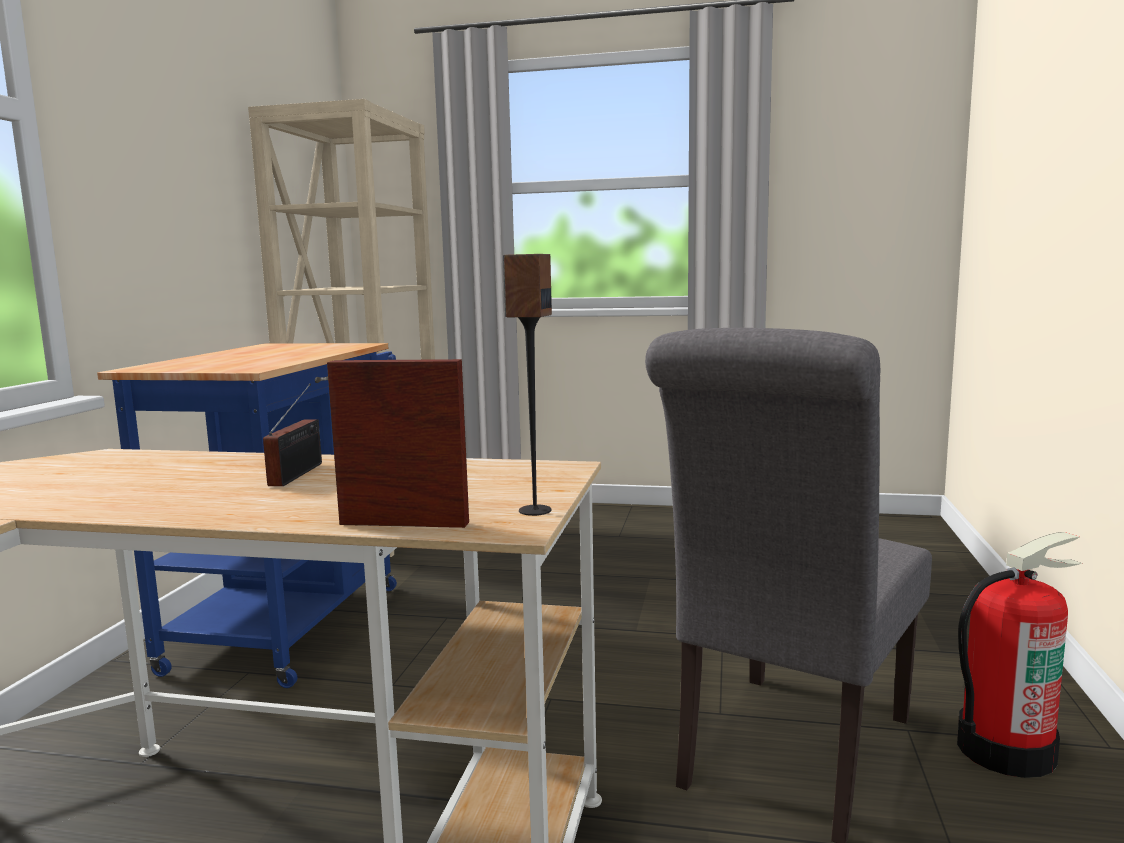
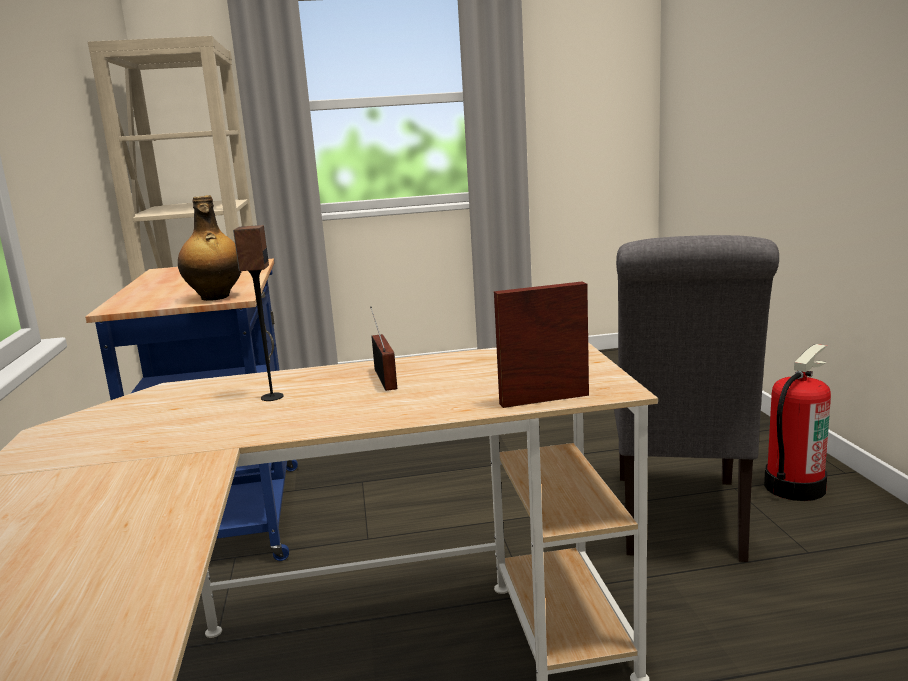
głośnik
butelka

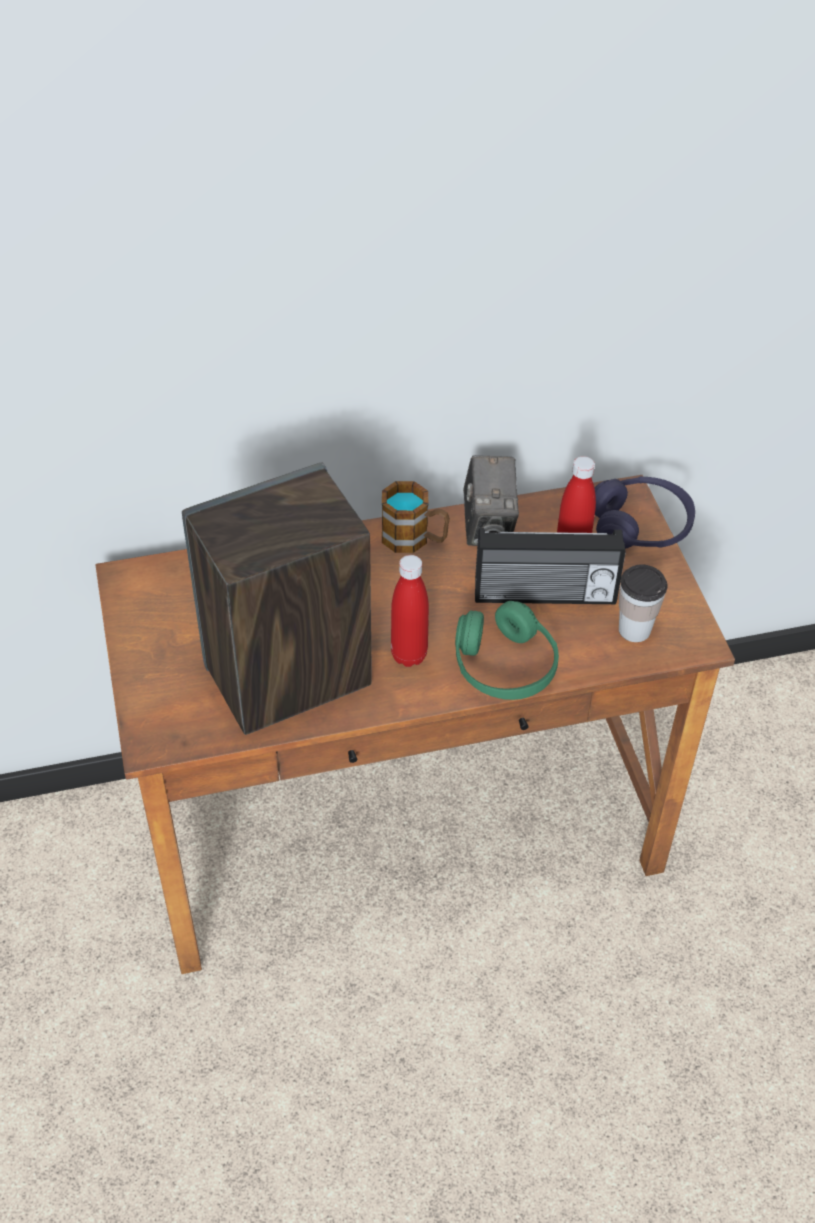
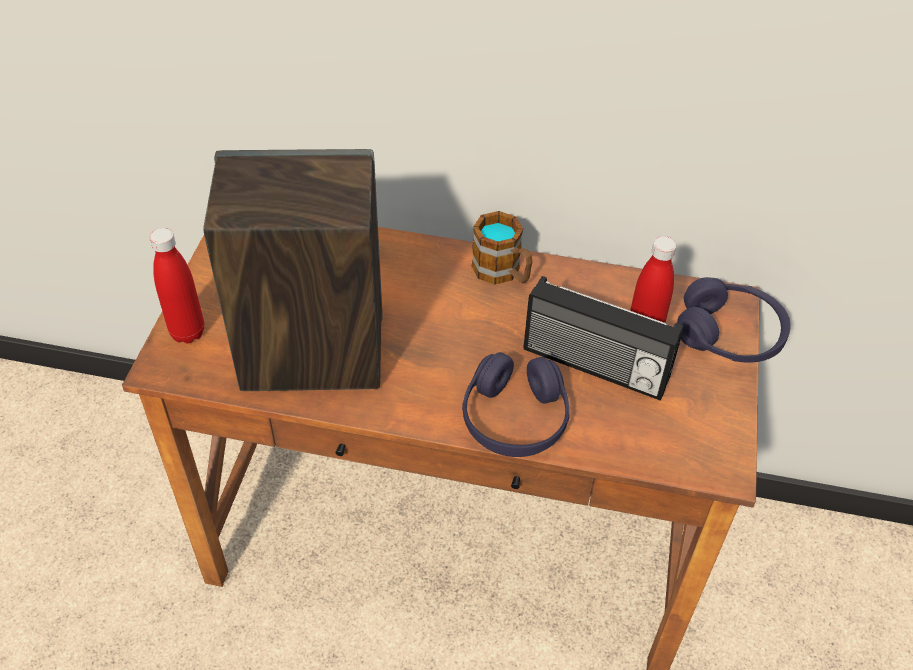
butelka/czerwony (no. 1 from left)
słuchawki/fioletowy (no. 1 from left)
aparat fotograficzny
filiżanka

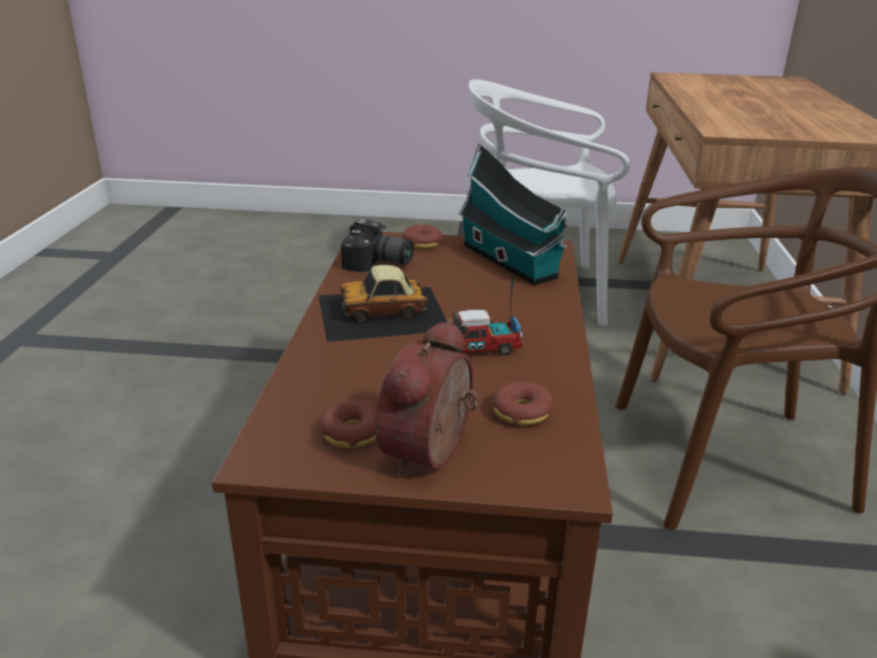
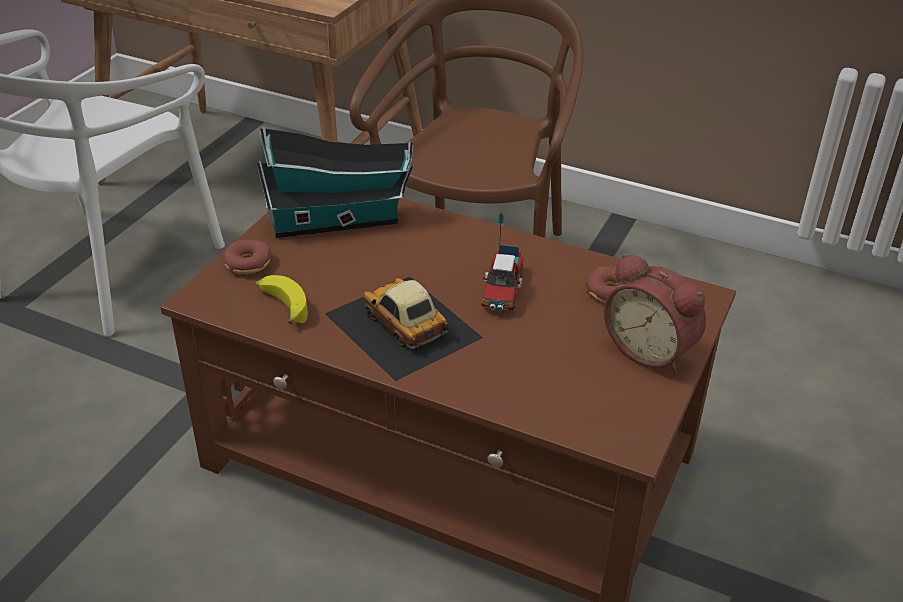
samochodzik
donut (no. 1 from left in the first image)
banan

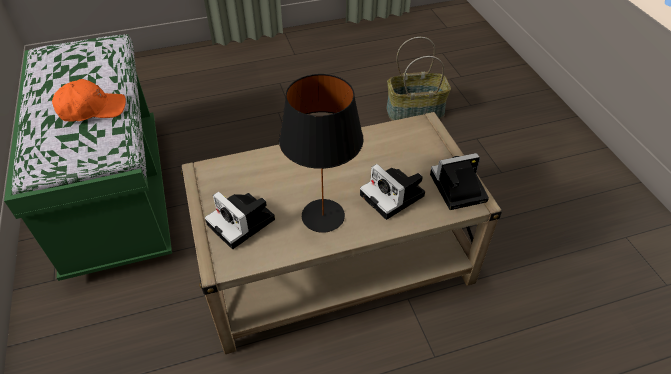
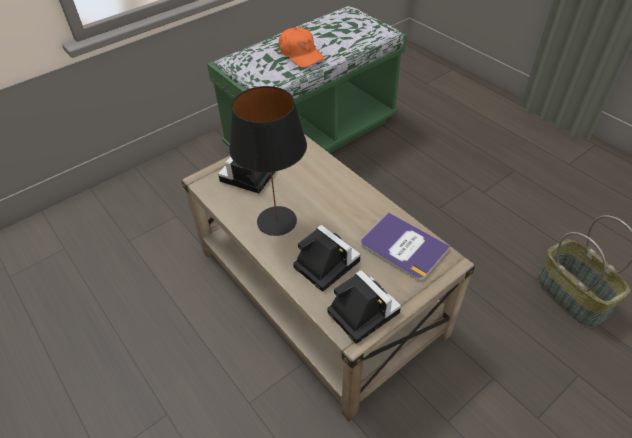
aparat fotograficzny (no. 2 from left)
książka

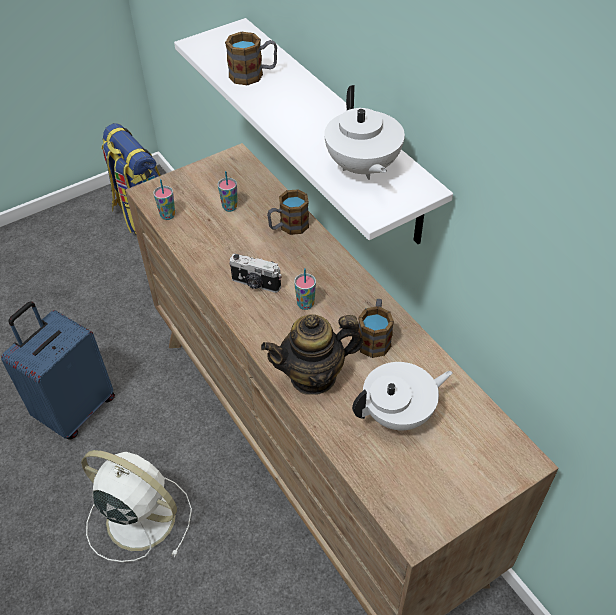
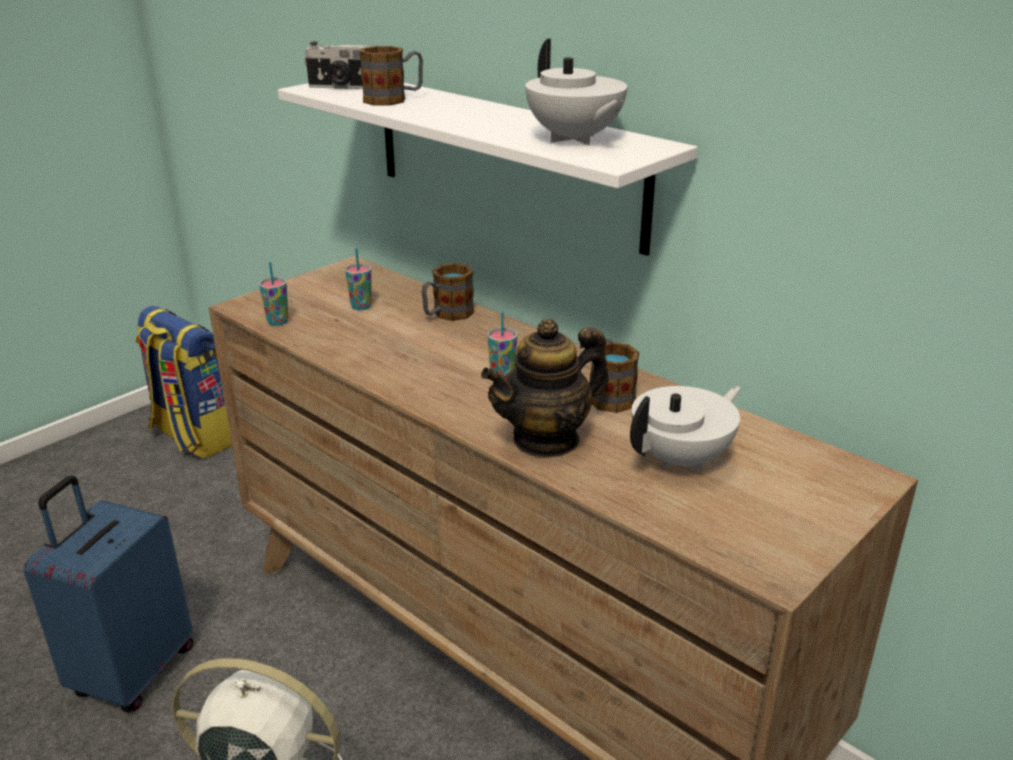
aparat fotograficzny

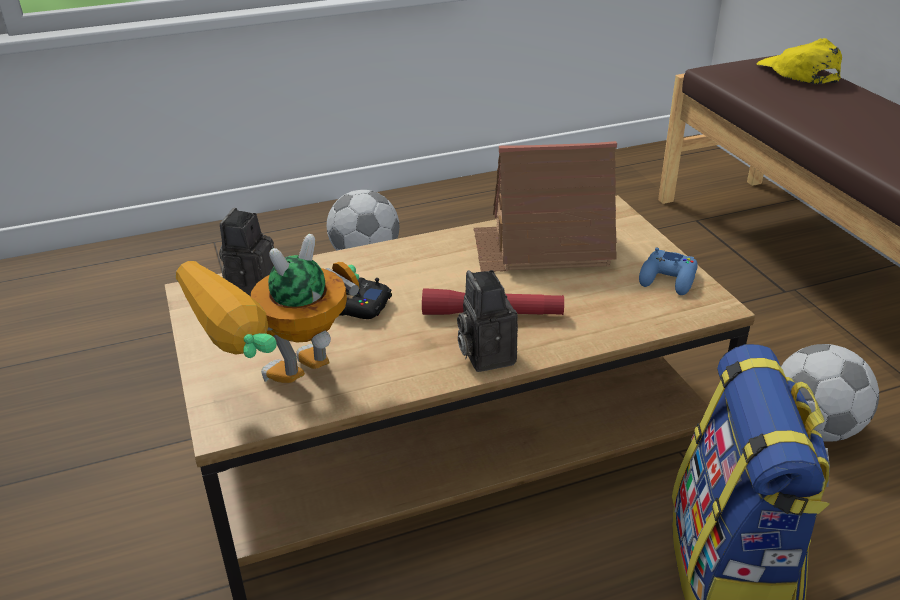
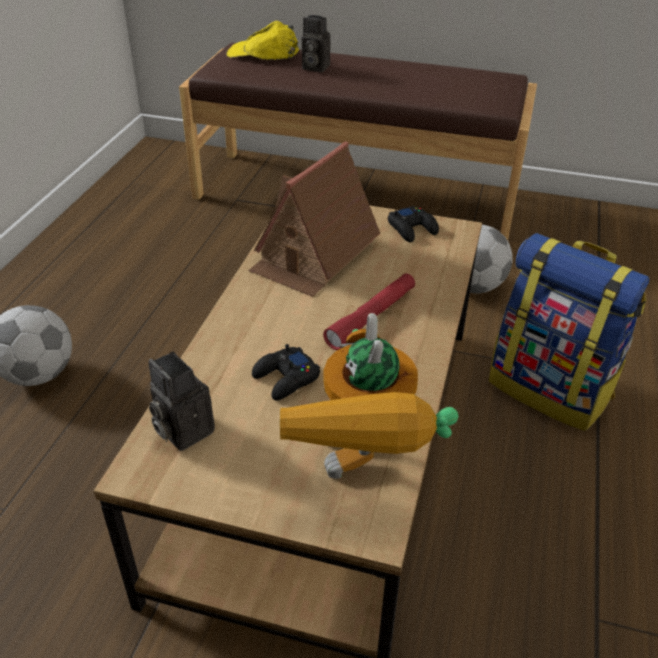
aparat fotograficzny (no. 2 from left)
pad do gier/czarny (no. 2 from left)

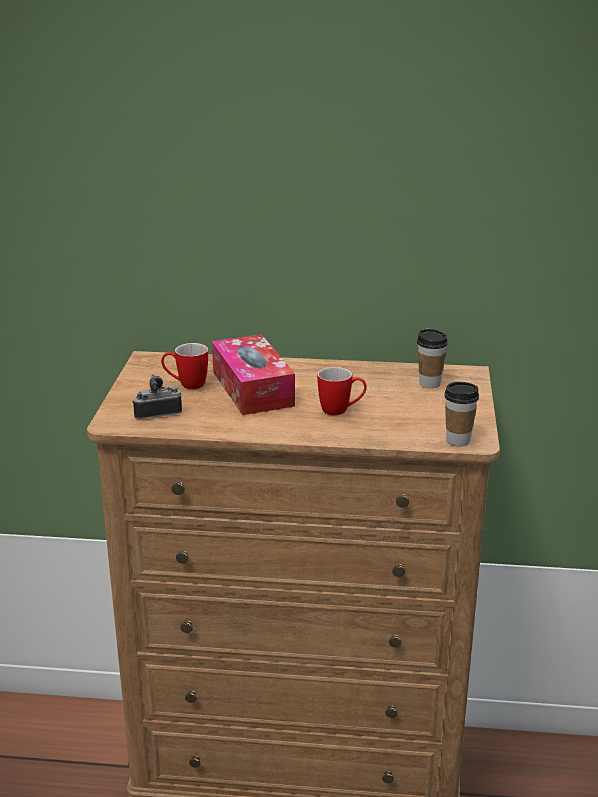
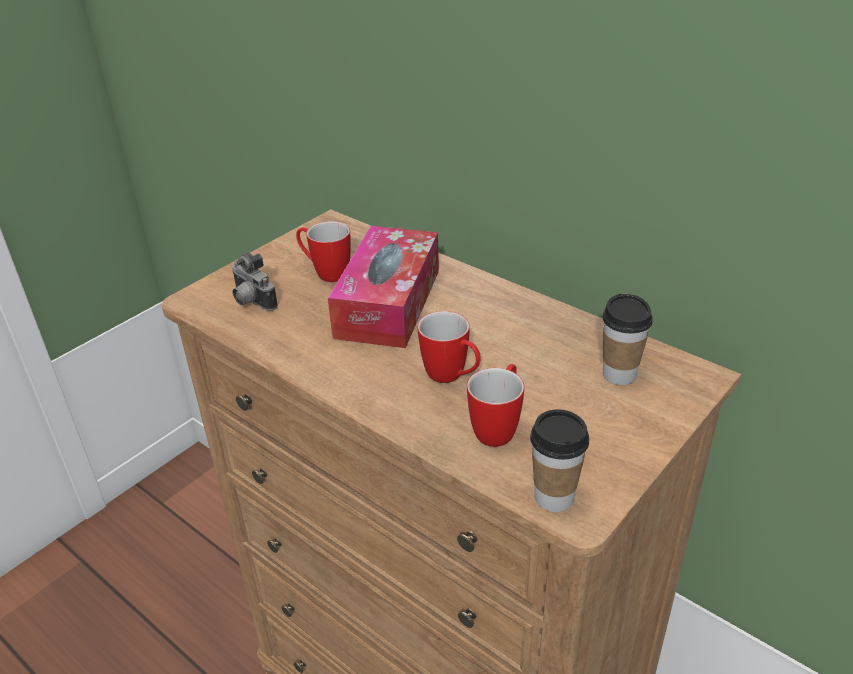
aparat fotograficzny
kubek (no. 3 from left)

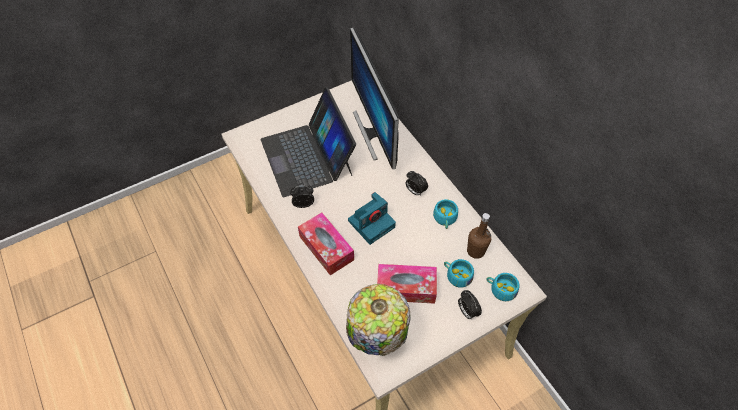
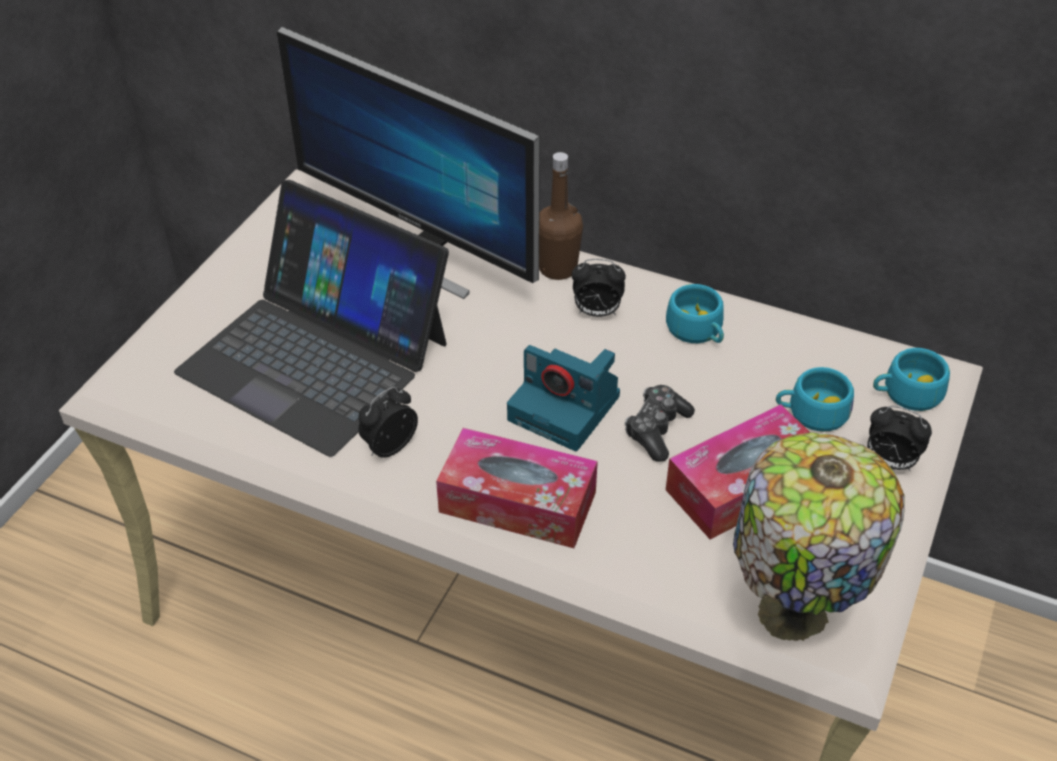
aparat fotograficzny
butelka/brązowy
pad do gier

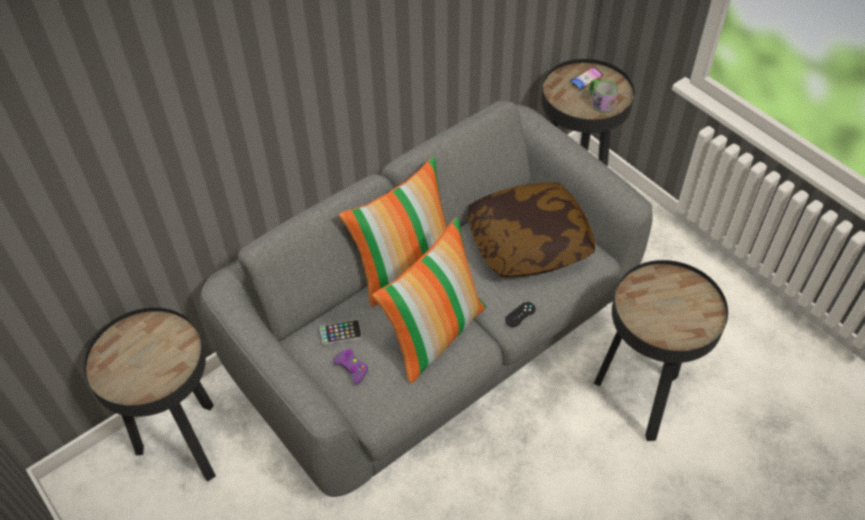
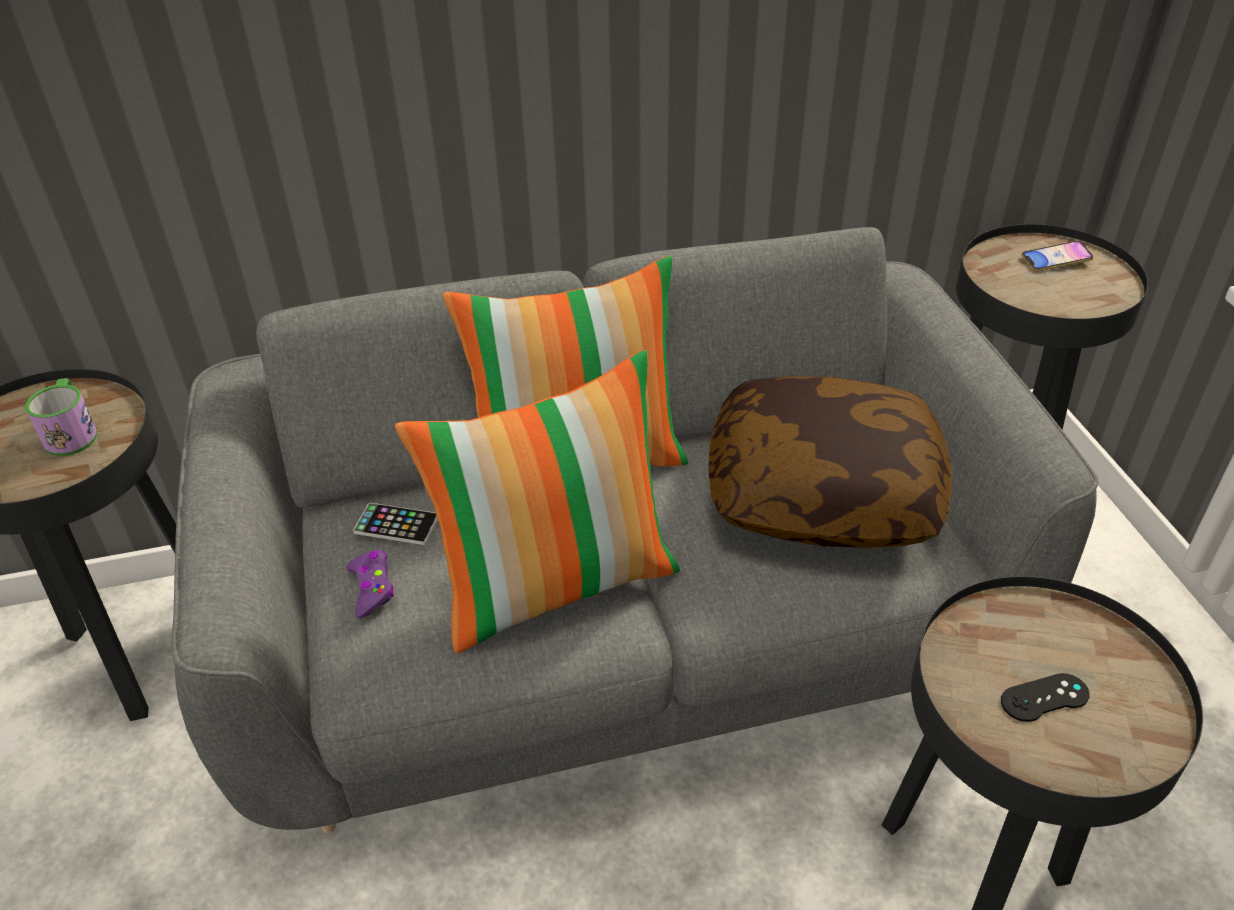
pad do gier/czarny
kubek

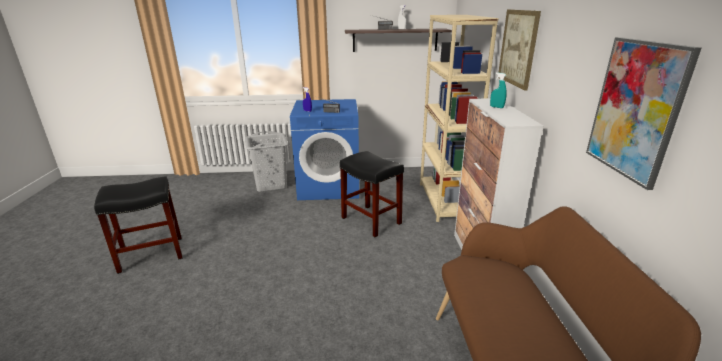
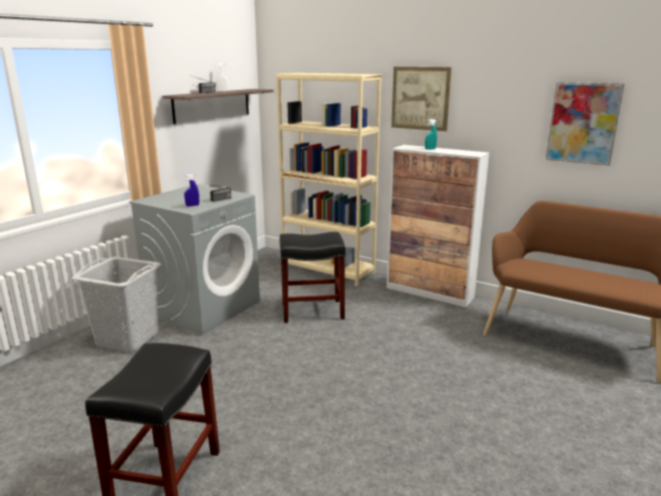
pralka/szary

